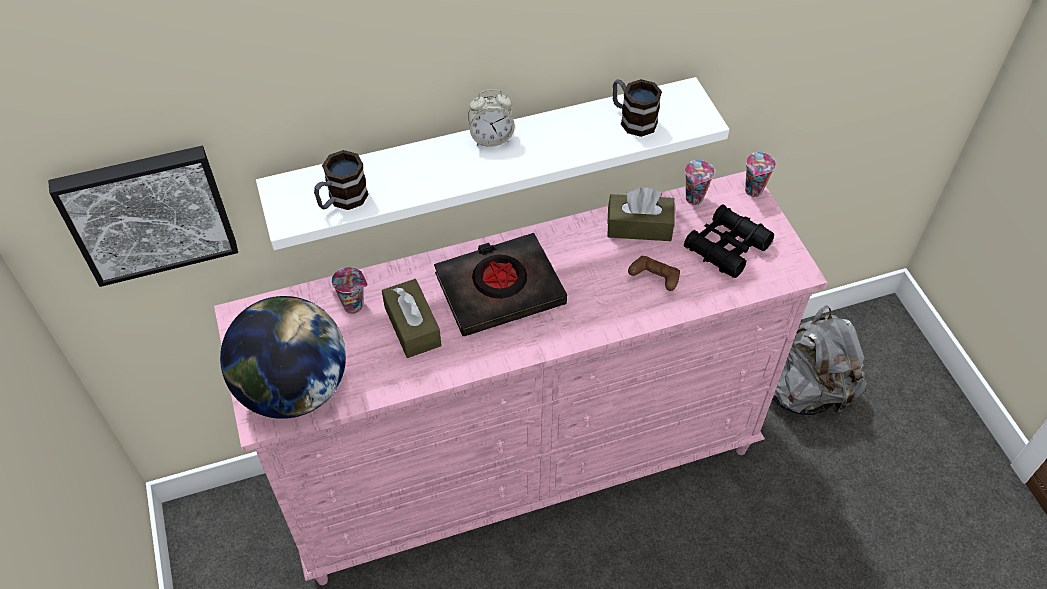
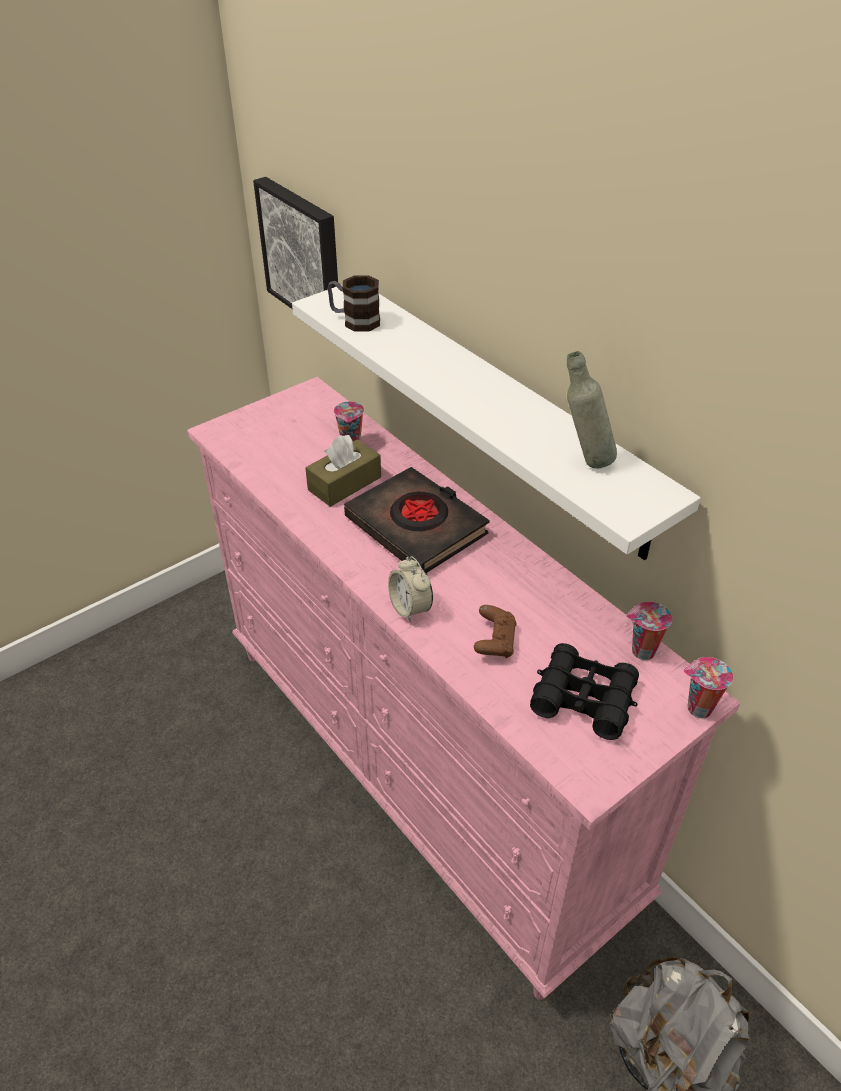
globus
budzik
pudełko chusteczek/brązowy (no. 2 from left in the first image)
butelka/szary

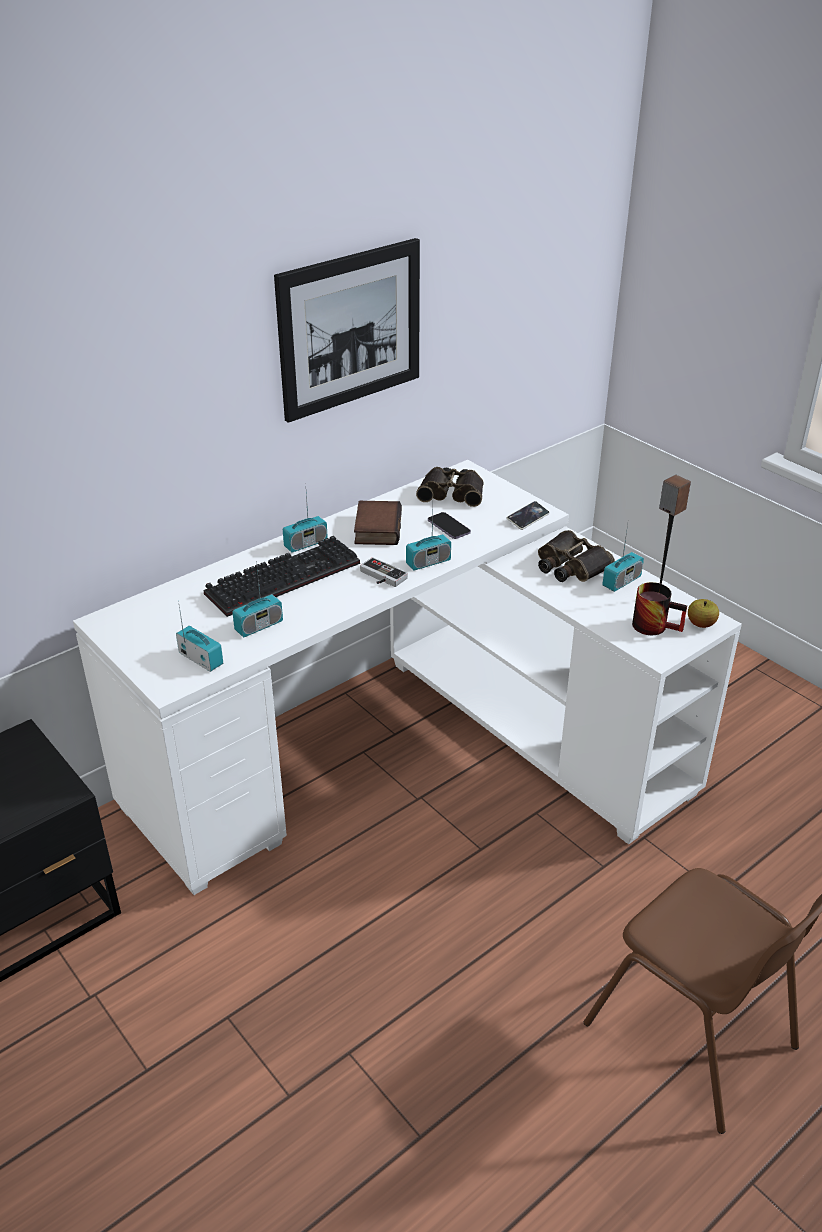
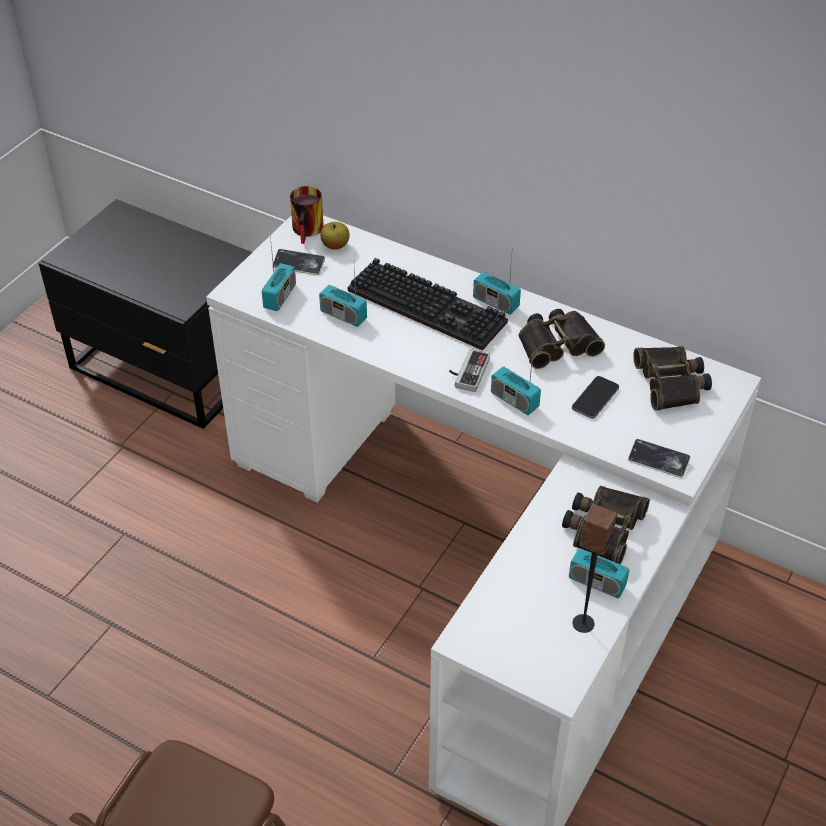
obraz
lornetka (no. 1 from left)
kubek
jabłko
telefon (no. 1 from left)

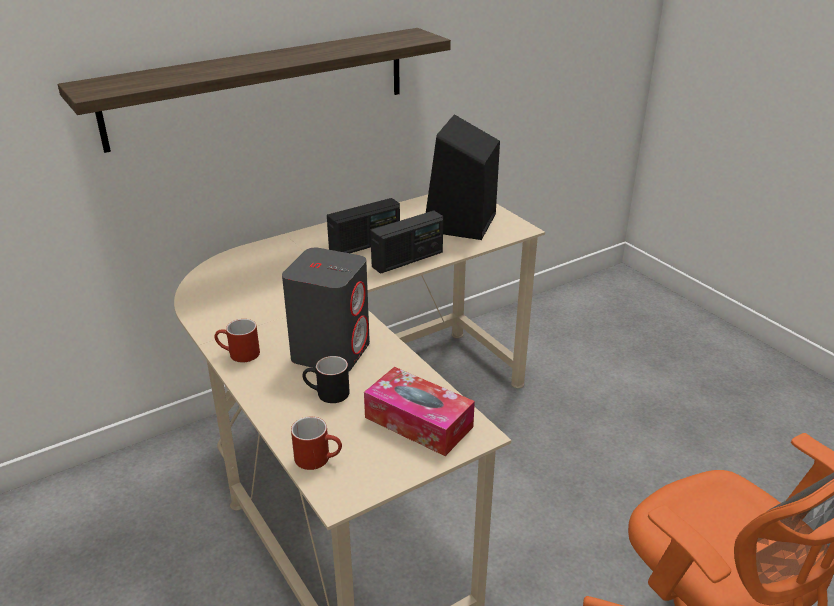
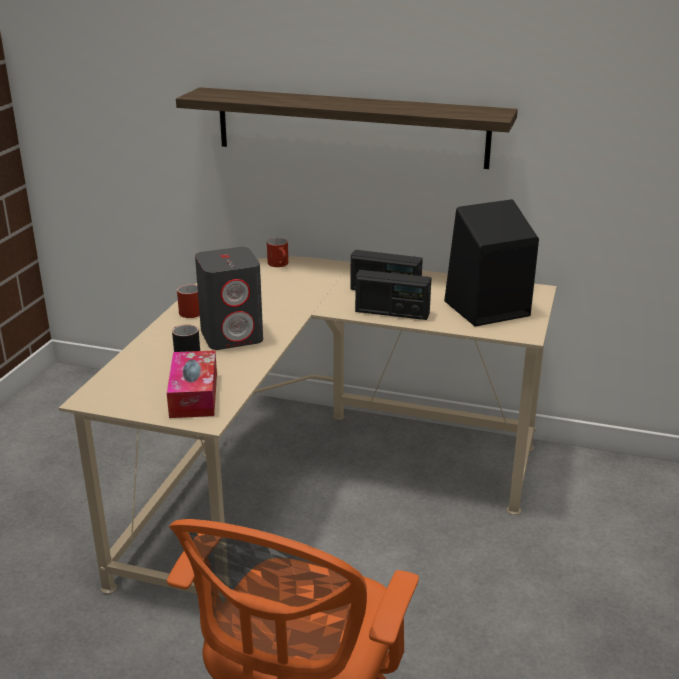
kubek/czerwony (no. 2 from left)

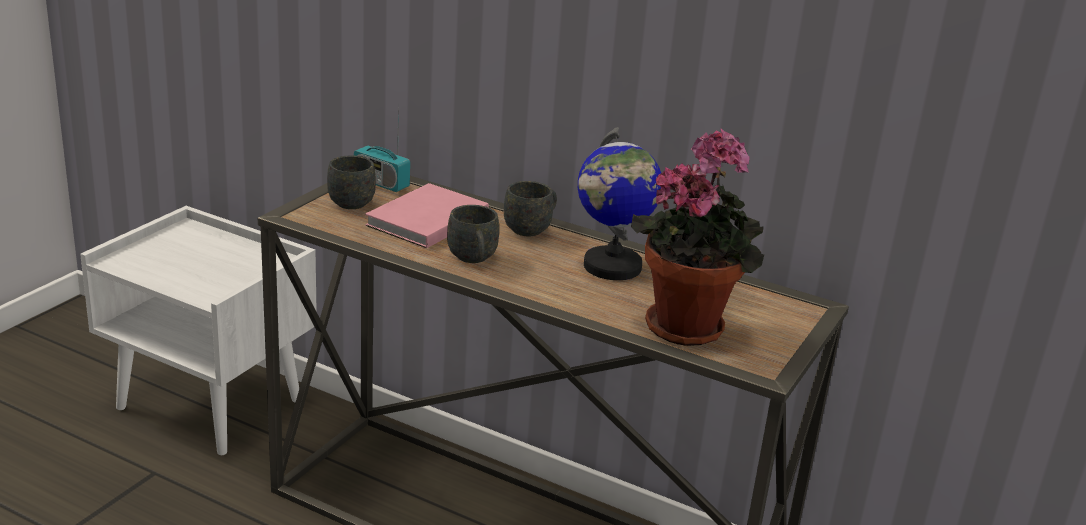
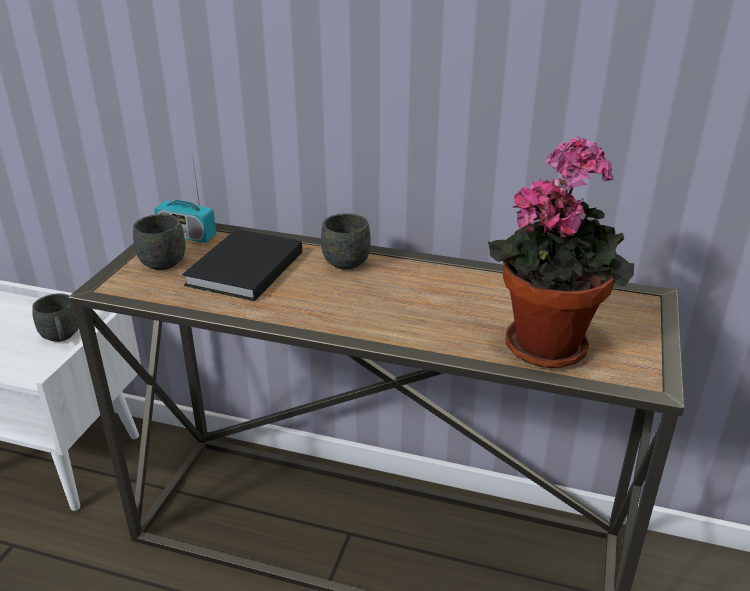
książka/czarny
kubek/szary (no. 1 from left)
globus

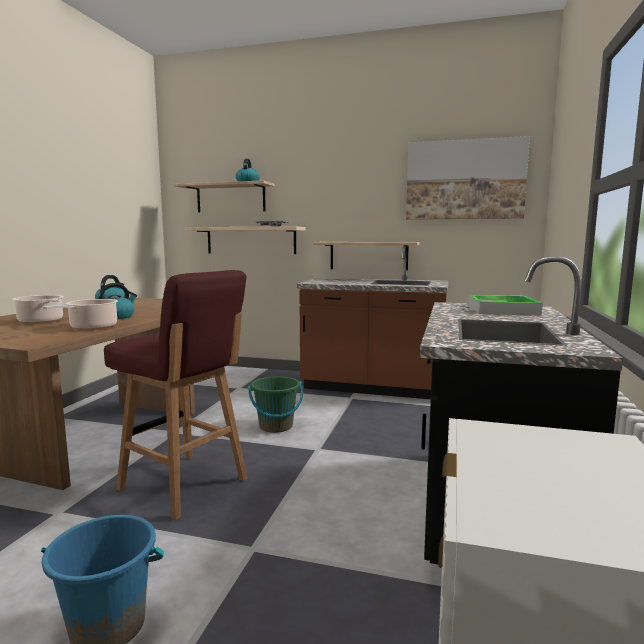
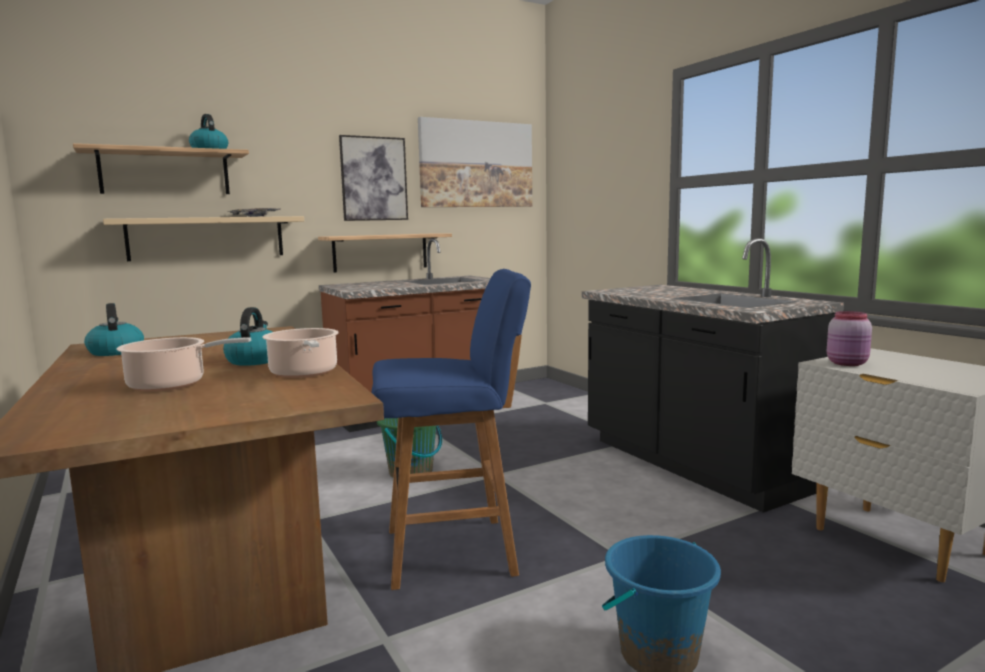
stołek/niebieski
taca (no. 2 from left in the first image)
obraz (no. 1 from left)
słoik/różowy

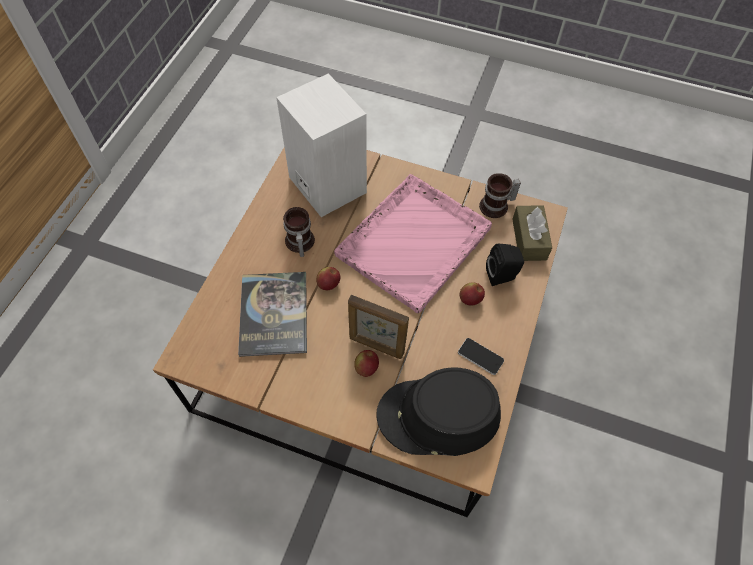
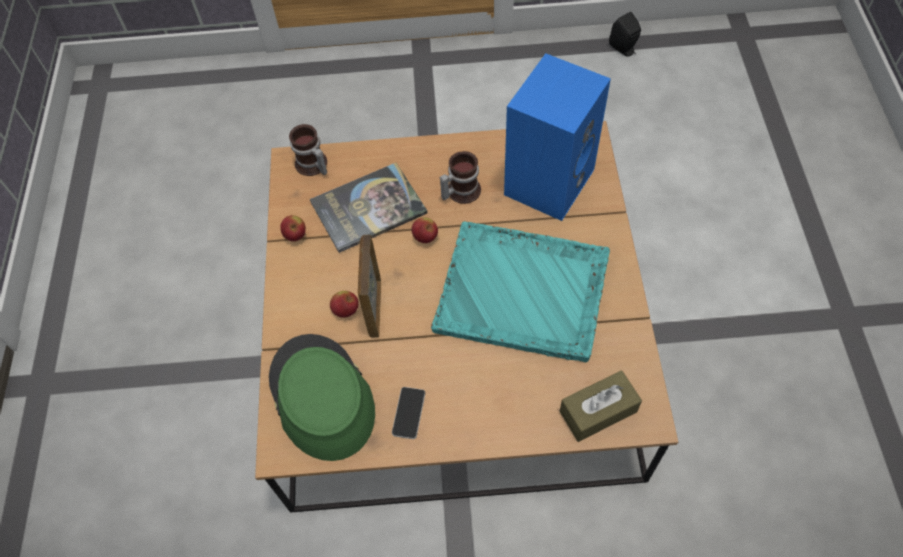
głośnik/niebieski
taca/turkusowy
kapelusz/zielony
jabłko (no. 1 from left)
kubek (no. 1 from left)
głośnik/czarny

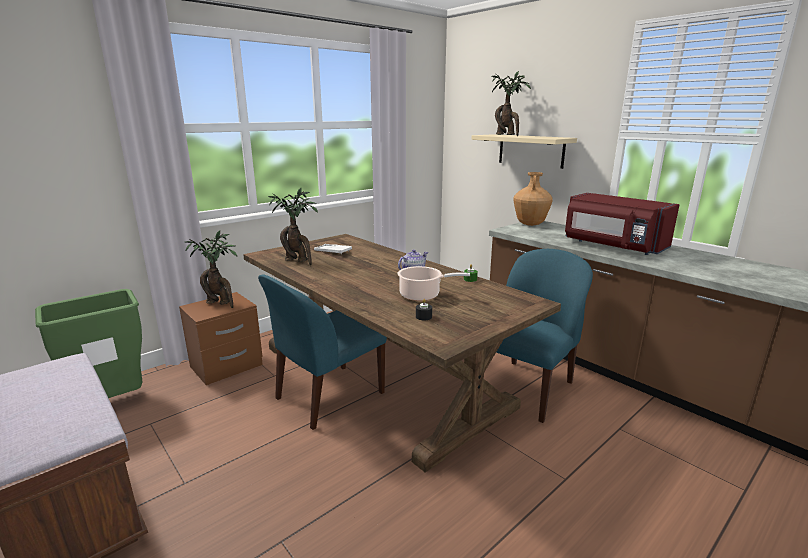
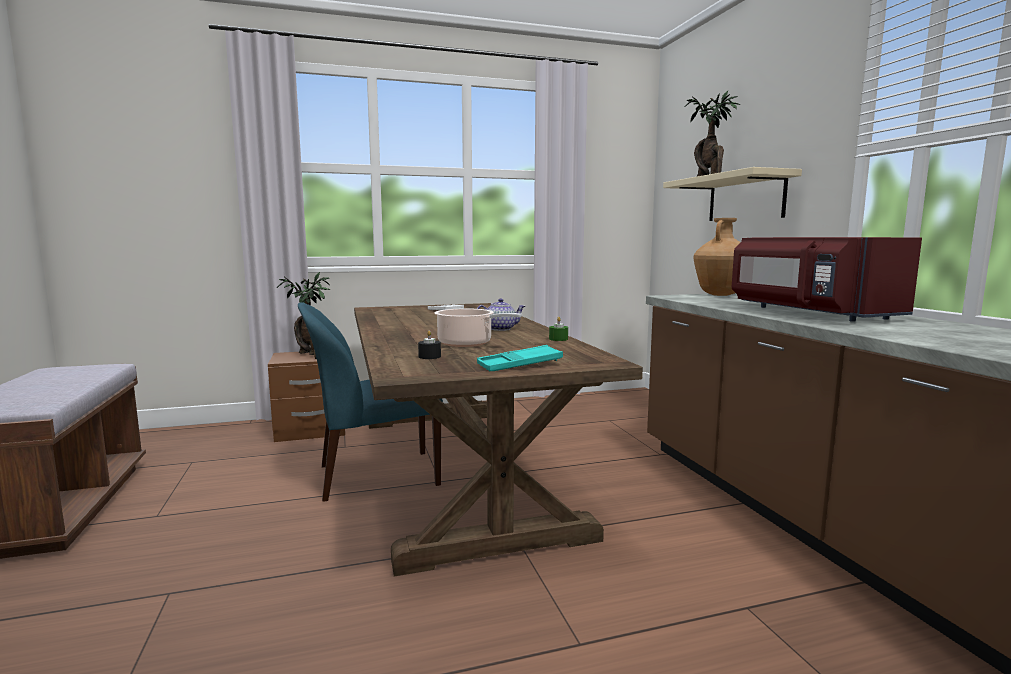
kosz na śmieci/zielony
roślina doniczkowa (no. 2 from left in the first image)
krzesło/niebieski (no. 2 from left in the first image)
taca/turkusowy

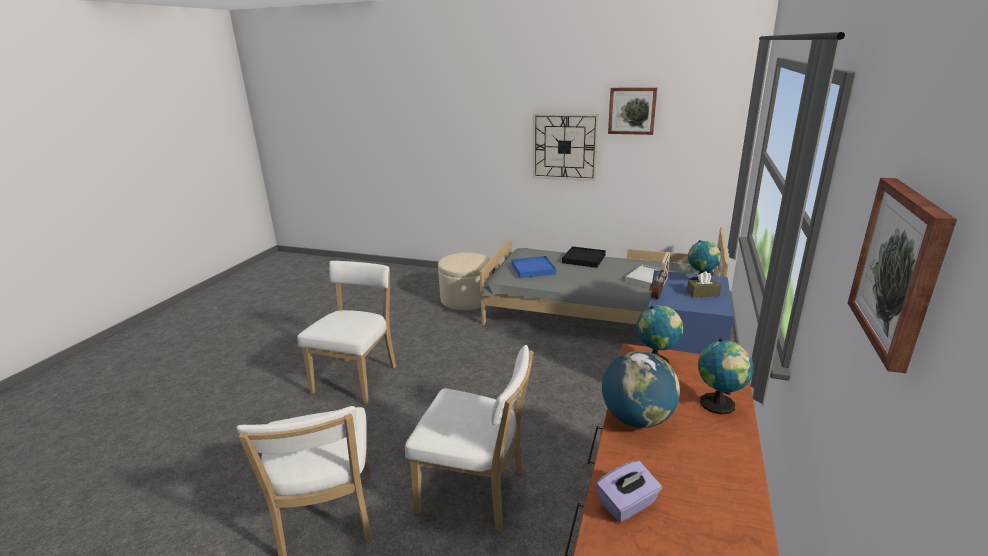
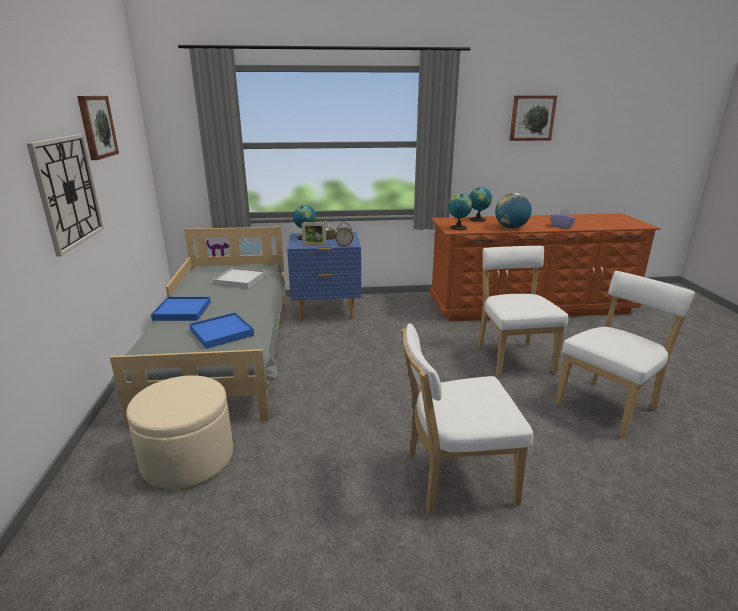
taca/niebieski (no. 1 from left)

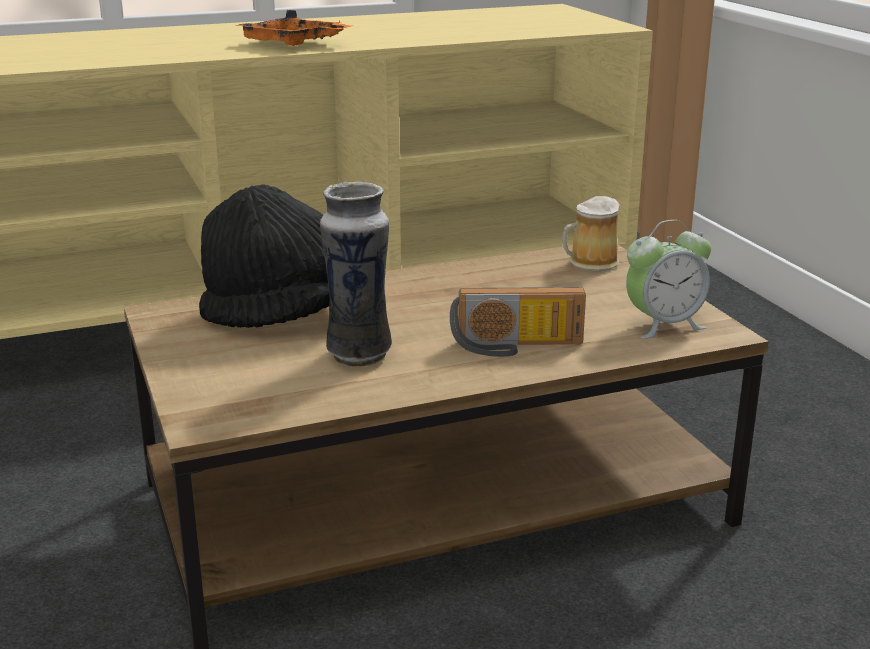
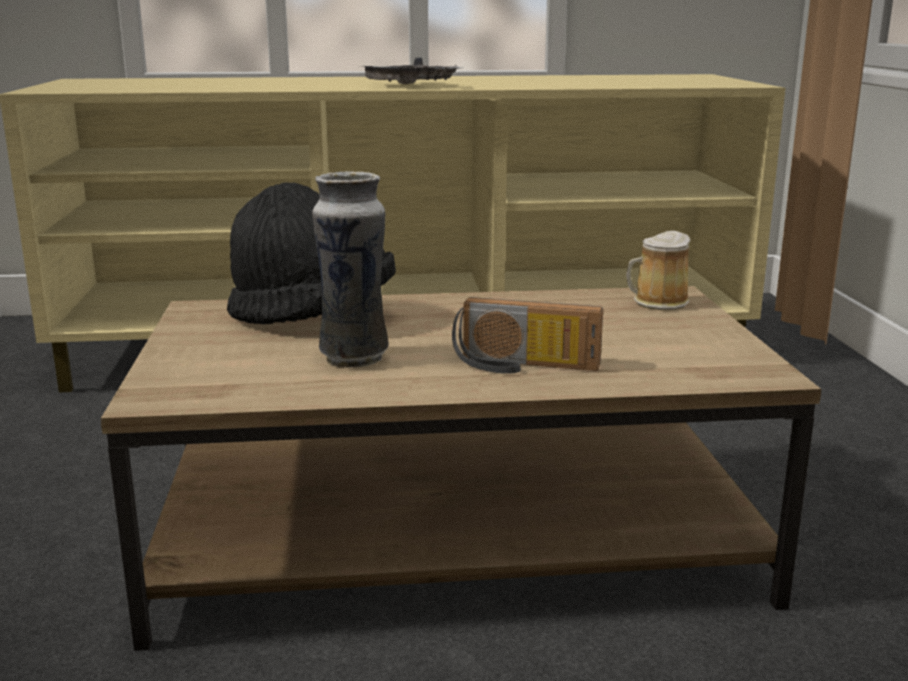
taca/szary
budzik

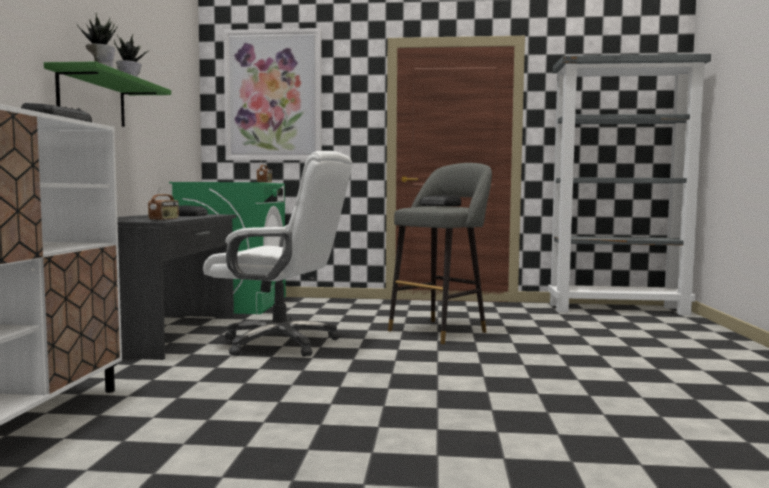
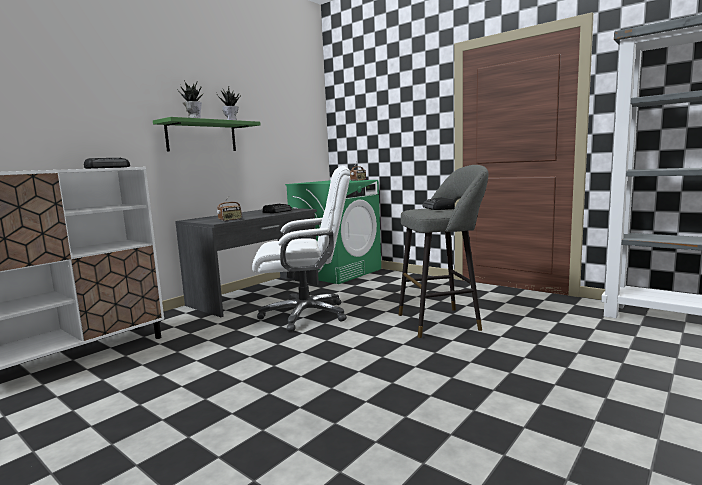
krzesło biurowe/biały
obraz

